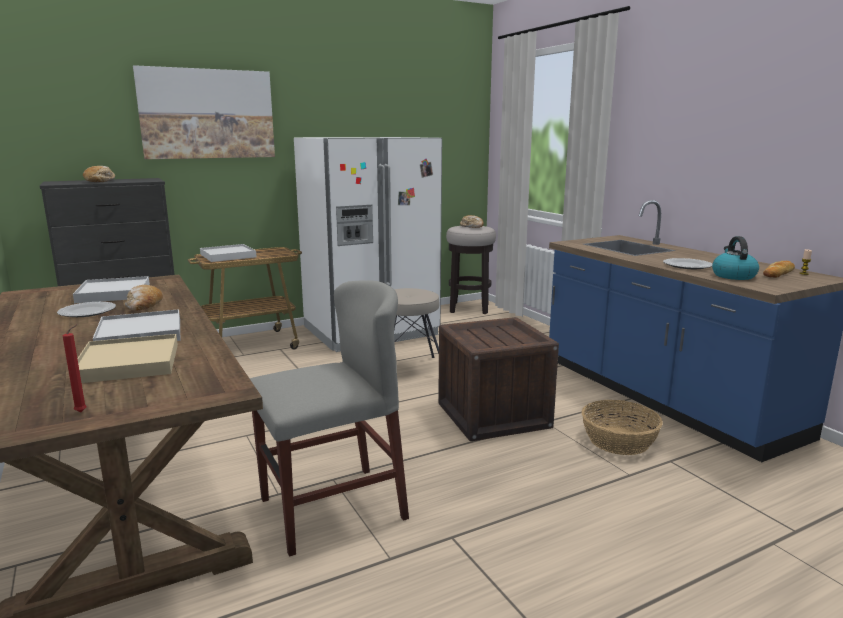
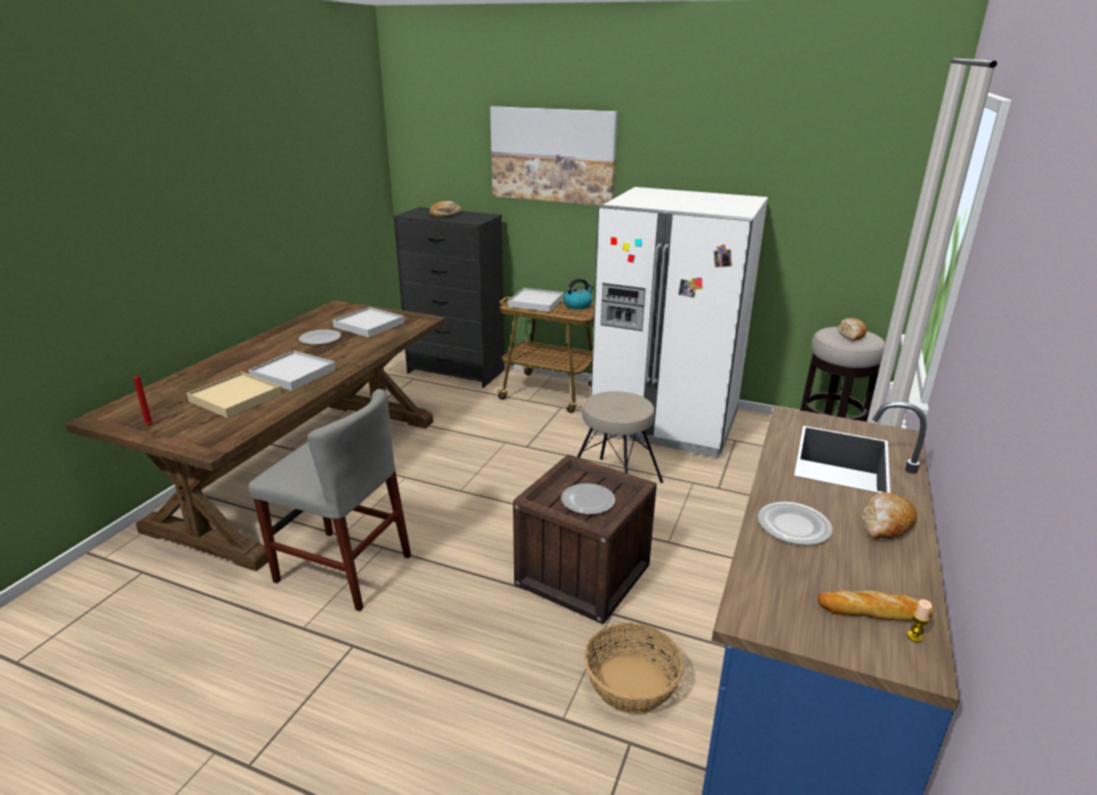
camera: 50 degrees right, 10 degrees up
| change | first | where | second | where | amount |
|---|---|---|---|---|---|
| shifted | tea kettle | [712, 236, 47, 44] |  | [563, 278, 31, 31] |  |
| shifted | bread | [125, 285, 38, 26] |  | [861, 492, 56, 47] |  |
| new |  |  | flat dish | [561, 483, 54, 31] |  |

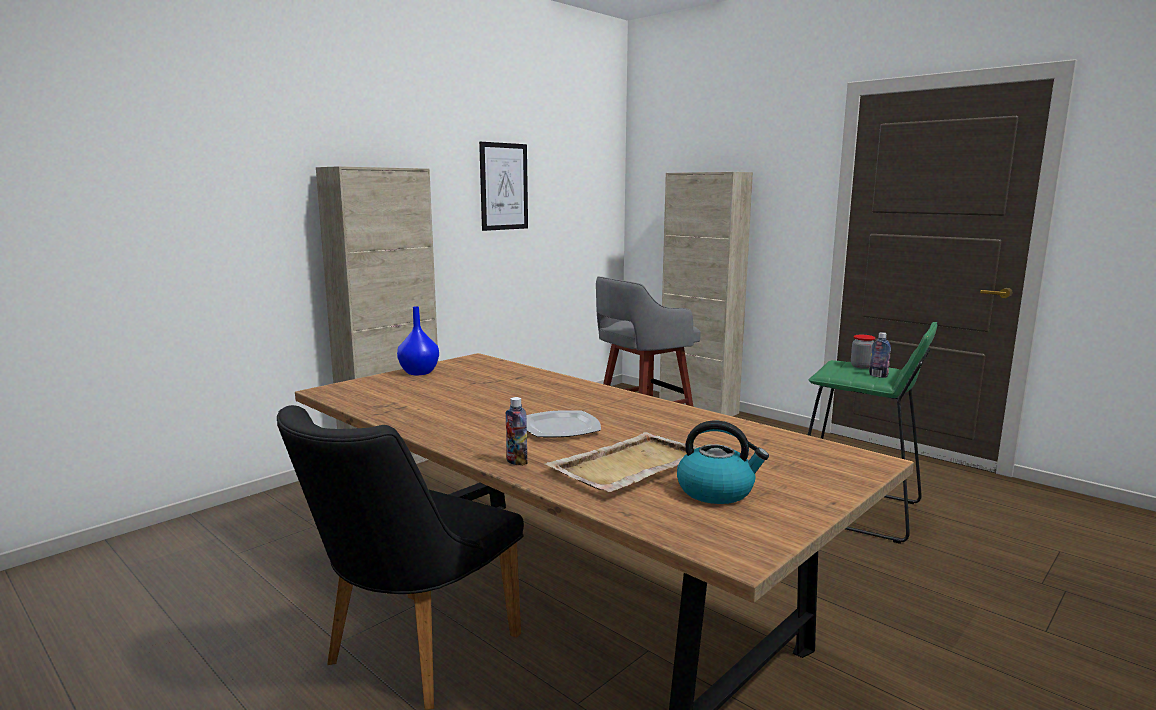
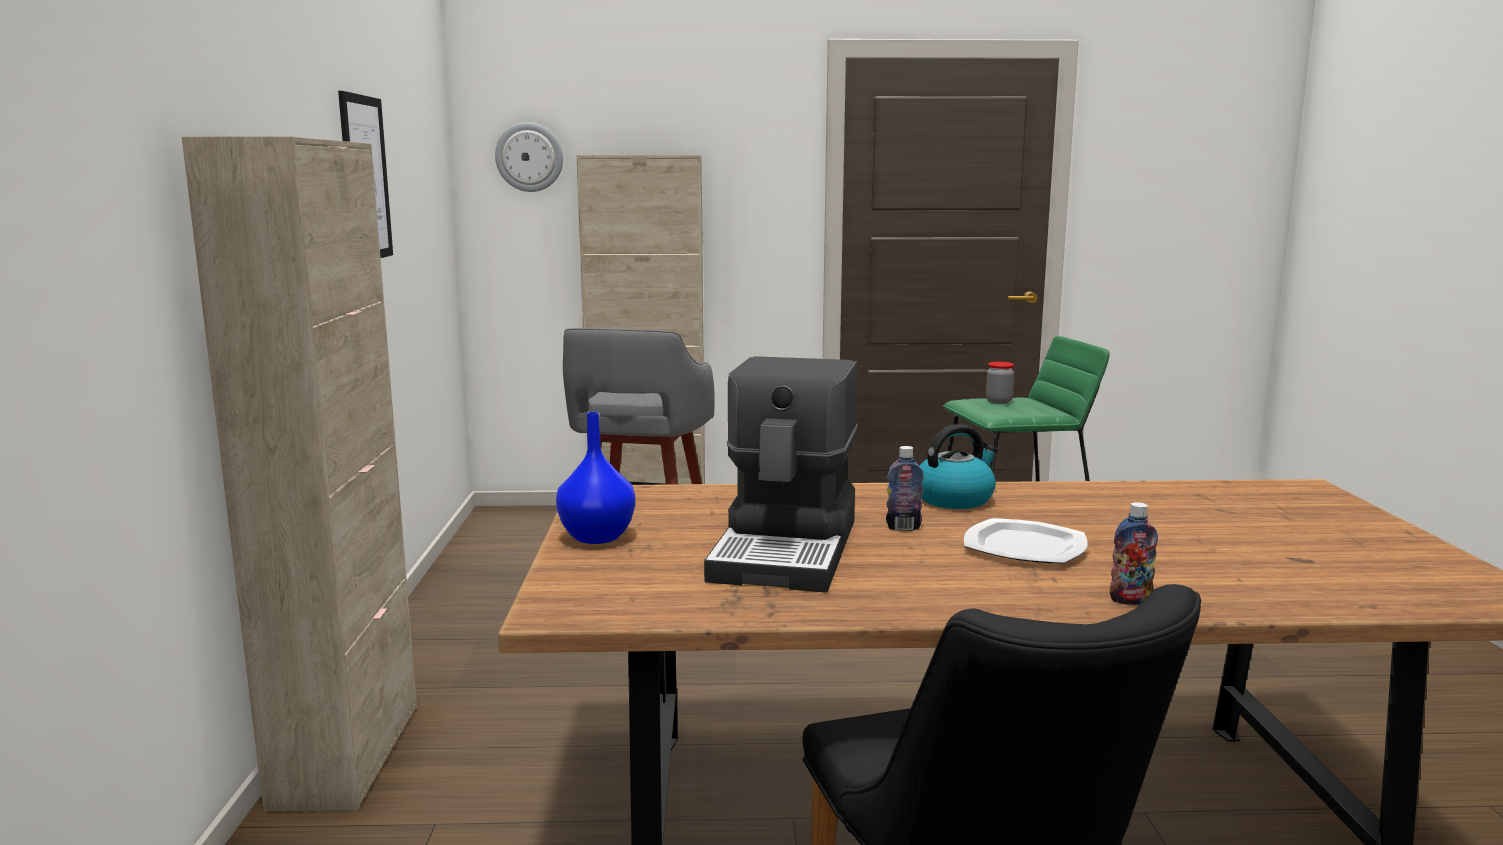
camera: 45 degrees left, 0 degrees up
| change | first | where | second | where | amount |
|---|---|---|---|---|---|
| shifted | beverage bottle | [869, 332, 22, 46] |  | [886, 446, 38, 85] |  |
| shifted | tea kettle | [677, 421, 92, 83] |  | [920, 424, 78, 85] |  |
| gone | sand-coloured carrying tray | [544, 432, 155, 60] |  |  |  |
| new |  |  | wall clock | [495, 122, 68, 70] |  |
| new |  |  | coffee machine | [704, 356, 154, 237] |  |

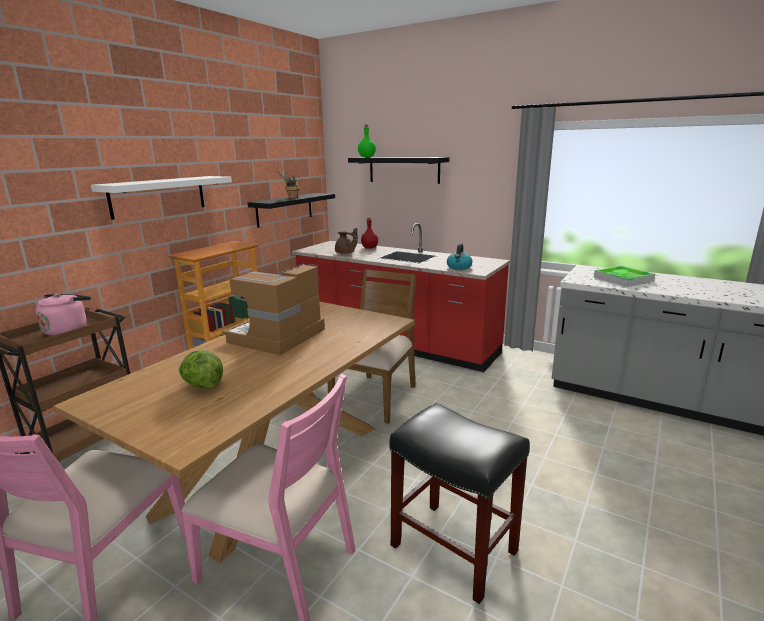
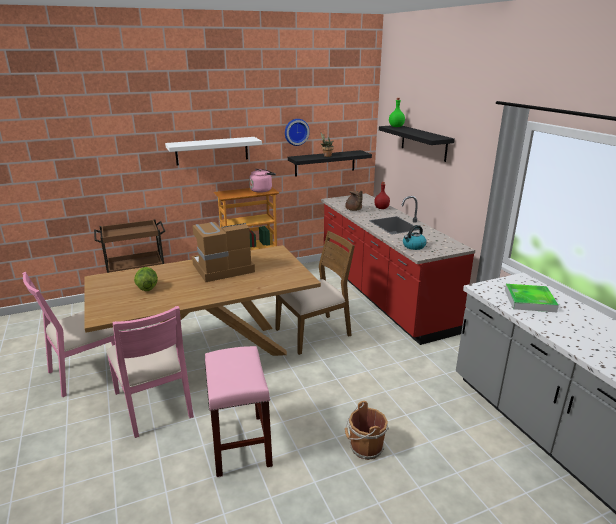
camera: 35 degrees right, 5 degrees up
| change | first | where | second | where | amount |
|---|---|---|---|---|---|
| shifted | pinkish tea kettle | [36, 293, 55, 43] |  | [249, 169, 27, 24] |  |
| repainted | black-coloured stool seat | [390, 403, 140, 201] | pinkish stool seat | [205, 346, 68, 131] |  |
| new |  |  | wall clock | [285, 119, 25, 27] |  |
| new |  |  | brown water bucket | [345, 401, 44, 59] |  |

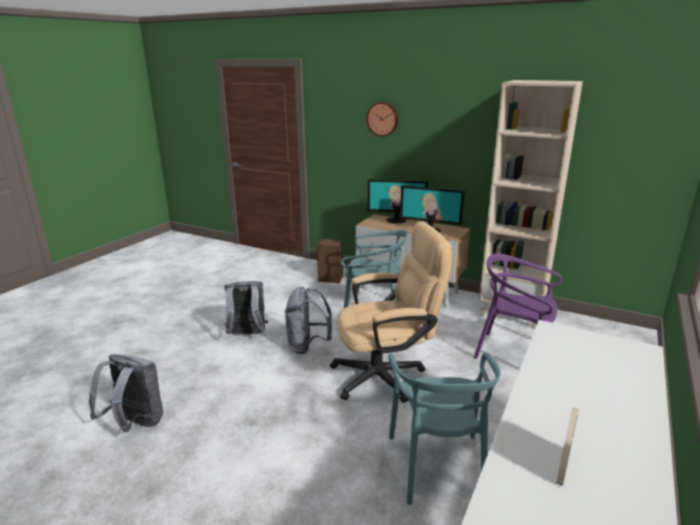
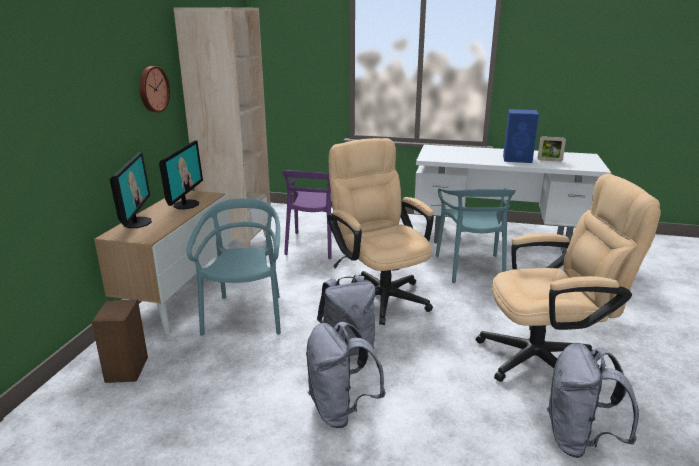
camera: 105 degrees left, 0 degrees up
| change | first | where | second | where | amount |
|---|---|---|---|---|---|
| shifted | wall clock | [366, 102, 32, 35] |  | [139, 66, 31, 47] |  |
| rotated | blue-green plain chair | [388, 352, 113, 153] |  | [436, 188, 80, 95] | 105 degrees clockwise |
| new |  |  | blue loudspeaker | [503, 109, 36, 54] |  |
| new |  |  | sand-coloured desk chair | [476, 174, 185, 208] |  |

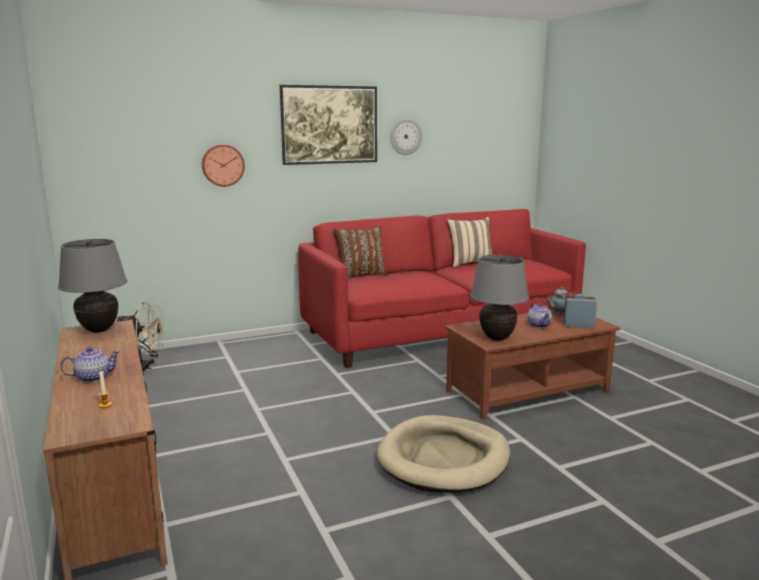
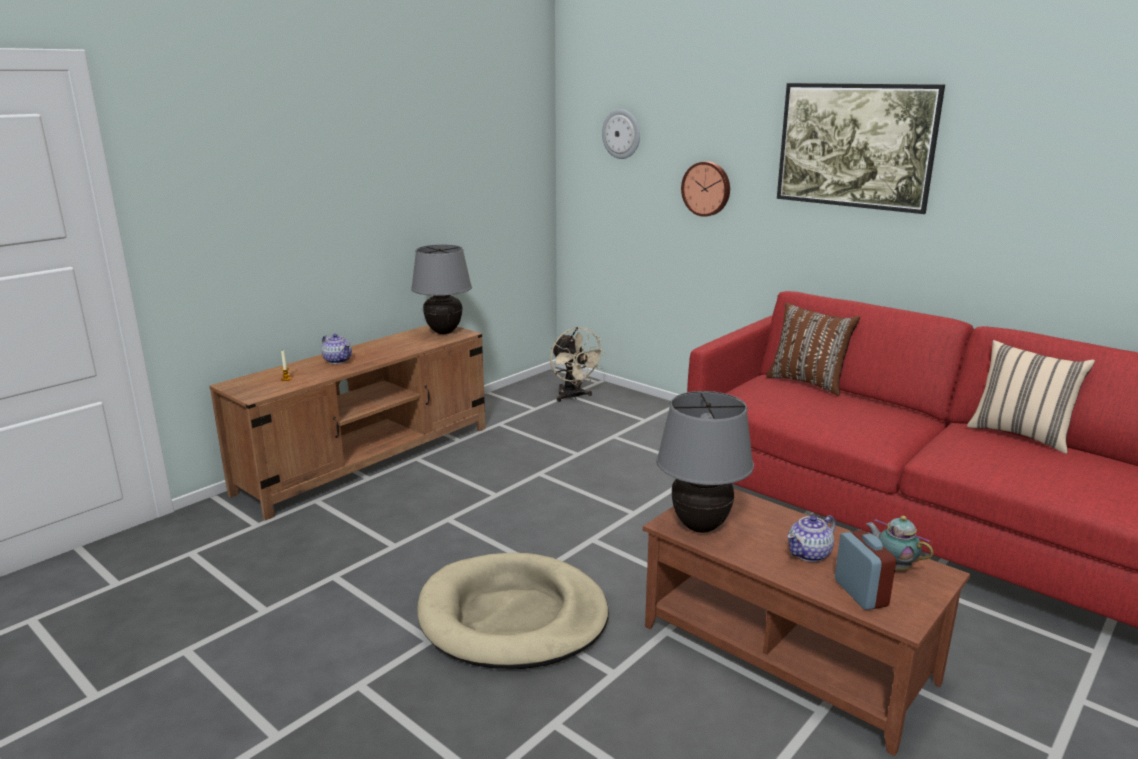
camera: 65 degrees right, 5 degrees up
| change | first | where | second | where | amount |
|---|---|---|---|---|---|
| shifted | wall clock | [390, 118, 32, 37] |  | [602, 109, 38, 50] |  |

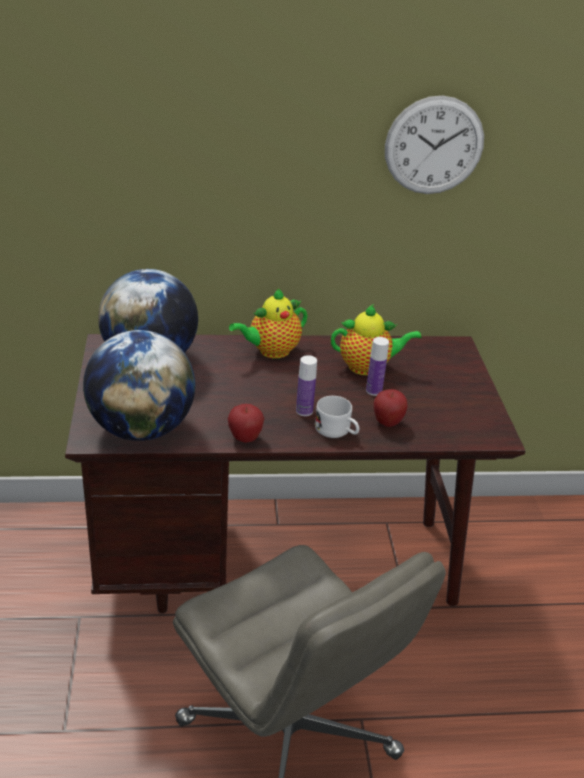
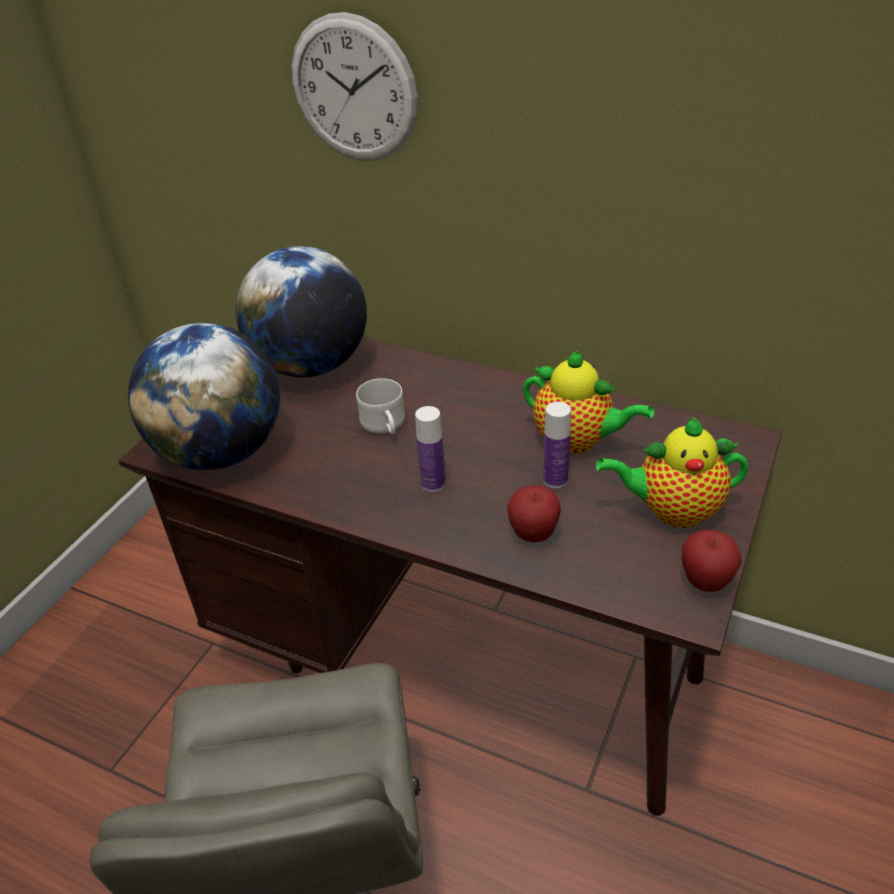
camera: 35 degrees right, 5 degrees up
| change | first | where | second | where | amount |
|---|---|---|---|---|---|
| shifted | wall clock | [385, 95, 99, 99] |  | [291, 12, 127, 149] |  |
| shifted | teapot | [229, 288, 78, 70] |  | [596, 417, 153, 111] |  |
| shifted | whitish mug | [315, 396, 44, 42] |  | [356, 378, 49, 56] |  |
| shifted | apple fruit | [228, 404, 37, 39] |  | [682, 530, 60, 62] |  |

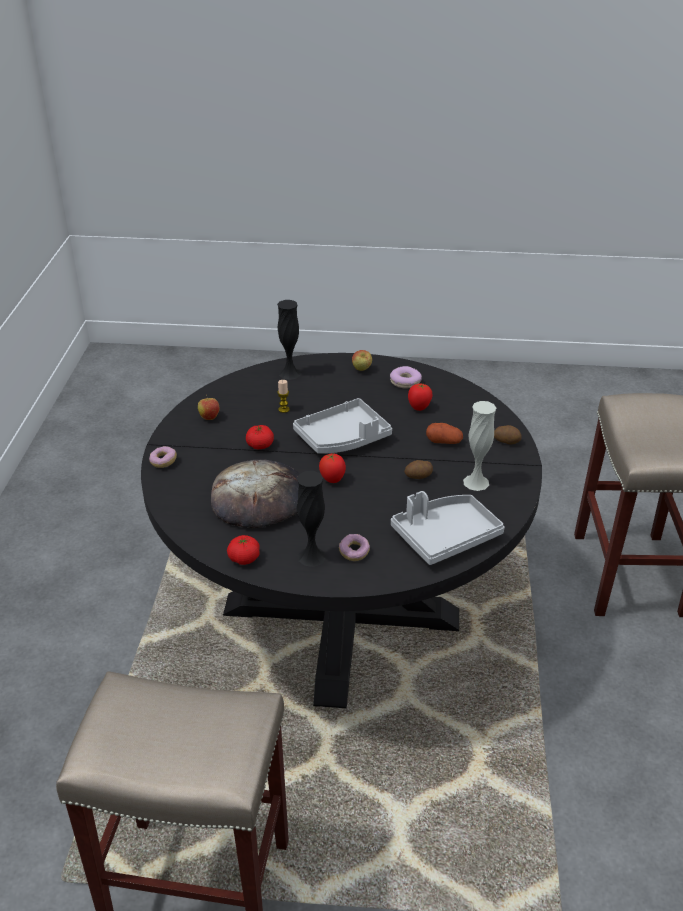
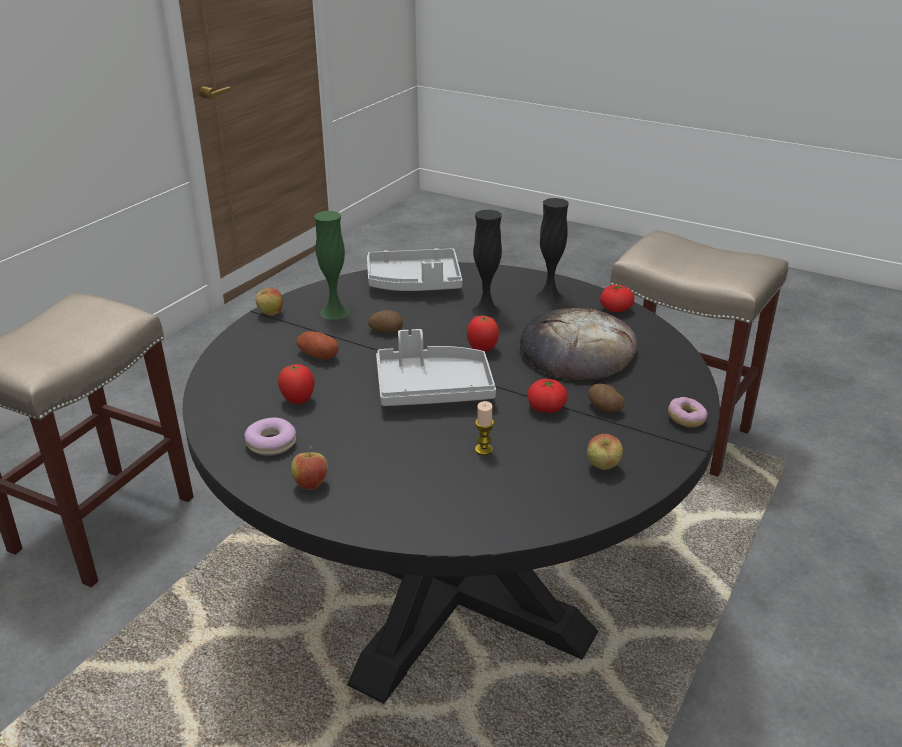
camera: 155 degrees left, 5 degrees down
| change | first | where | second | where | amount |
|---|---|---|---|---|---|
| shifted | black-coloured decorative vase | [277, 300, 24, 80] |  | [471, 210, 31, 108] |  |
| repainted | whitish decorative vase | [463, 401, 33, 90] | greenish decorative vase | [314, 211, 36, 109] |  |
| shifted | spud | [494, 425, 28, 20] |  | [588, 384, 37, 29] |  |
| gone | ring doughnut | [339, 534, 31, 27] |  |  |  |
| new |  |  | apple fruit | [256, 287, 27, 29] |  |

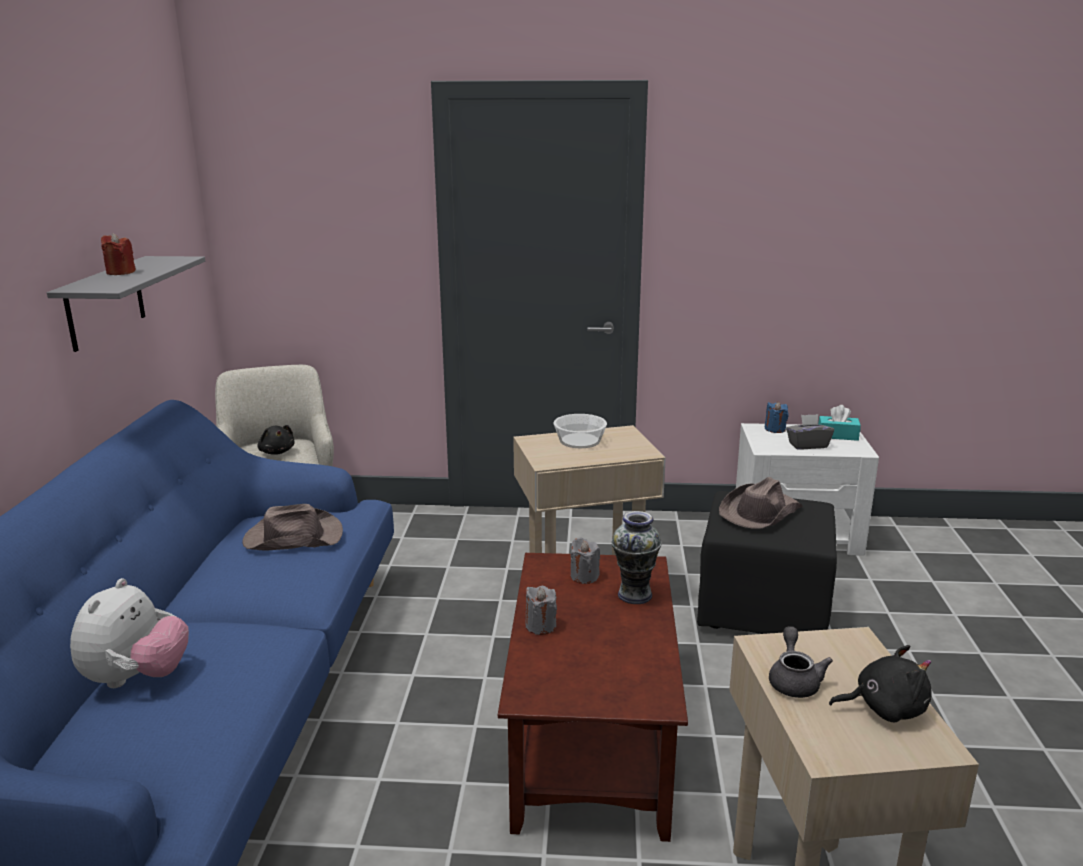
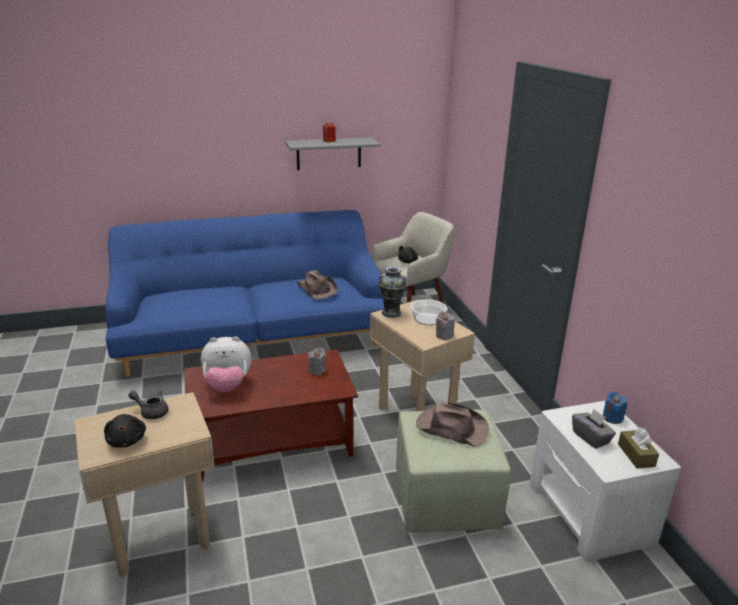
camera: 70 degrees right, 5 degrees up
| change | first | where | second | where | amount |
|---|---|---|---|---|---|
| repainted | blue-green box of tissues | [818, 405, 43, 36] | brown box of tissues | [618, 427, 41, 42] |  |
| repainted | black-coloured pouffe | [697, 491, 140, 143] | greenish pouffe | [396, 409, 115, 124] |  |
| shifted | decorative vase | [612, 511, 49, 93] |  | [378, 266, 28, 52] |  |
| shifted | cuddly toy | [70, 578, 119, 110] |  | [201, 336, 50, 57] |  |
| shifted | grey wax candle | [525, 586, 32, 49] |  | [436, 312, 19, 28] |  |
| rotated | grey teapot | [769, 626, 64, 72] |  | [128, 390, 40, 29] | 150 degrees counterclockwise |

